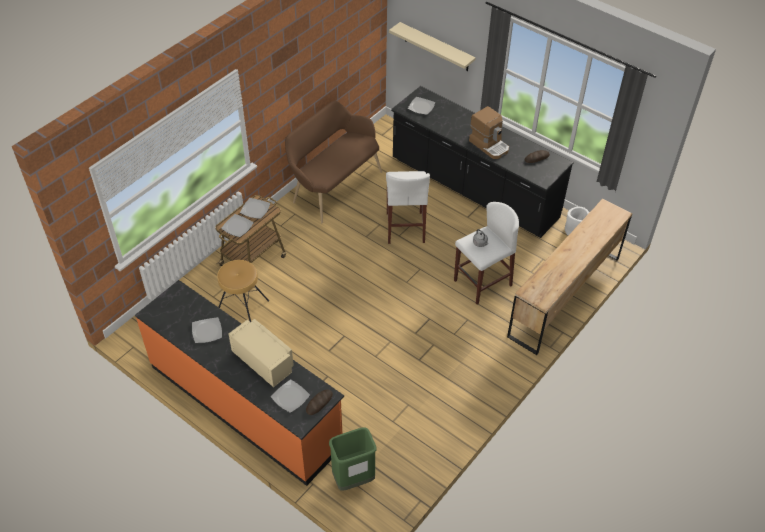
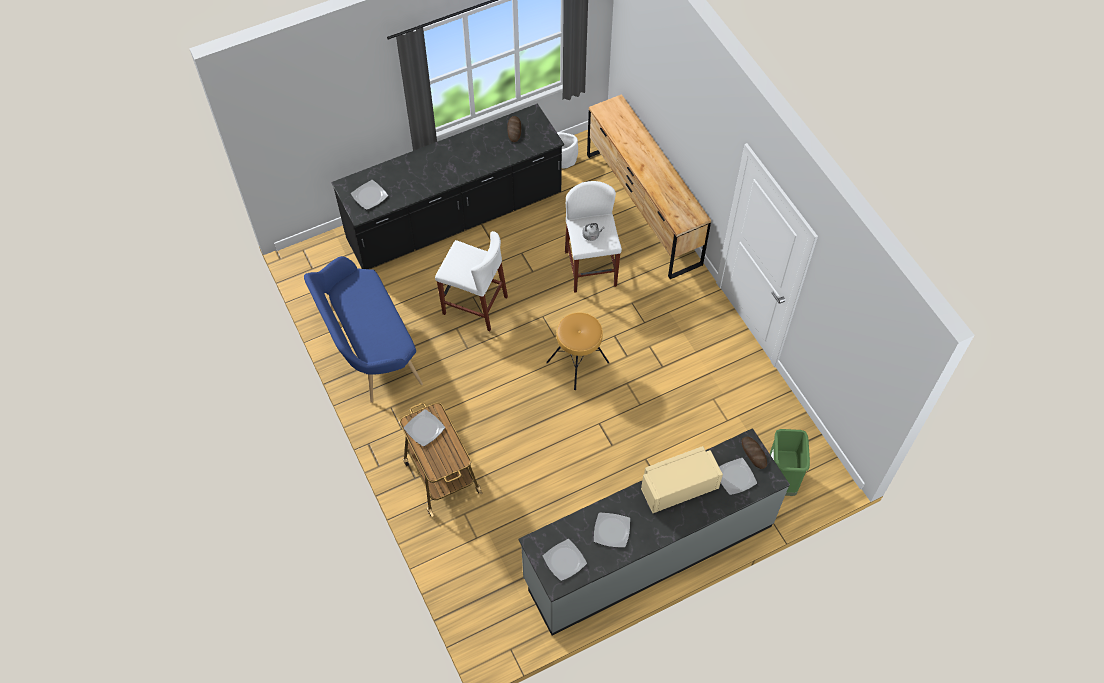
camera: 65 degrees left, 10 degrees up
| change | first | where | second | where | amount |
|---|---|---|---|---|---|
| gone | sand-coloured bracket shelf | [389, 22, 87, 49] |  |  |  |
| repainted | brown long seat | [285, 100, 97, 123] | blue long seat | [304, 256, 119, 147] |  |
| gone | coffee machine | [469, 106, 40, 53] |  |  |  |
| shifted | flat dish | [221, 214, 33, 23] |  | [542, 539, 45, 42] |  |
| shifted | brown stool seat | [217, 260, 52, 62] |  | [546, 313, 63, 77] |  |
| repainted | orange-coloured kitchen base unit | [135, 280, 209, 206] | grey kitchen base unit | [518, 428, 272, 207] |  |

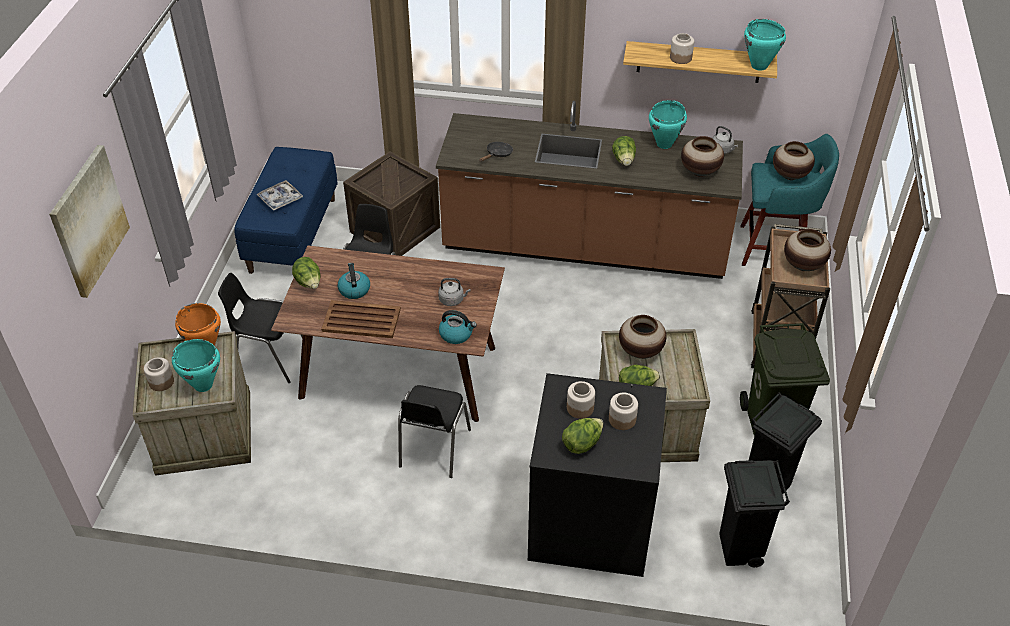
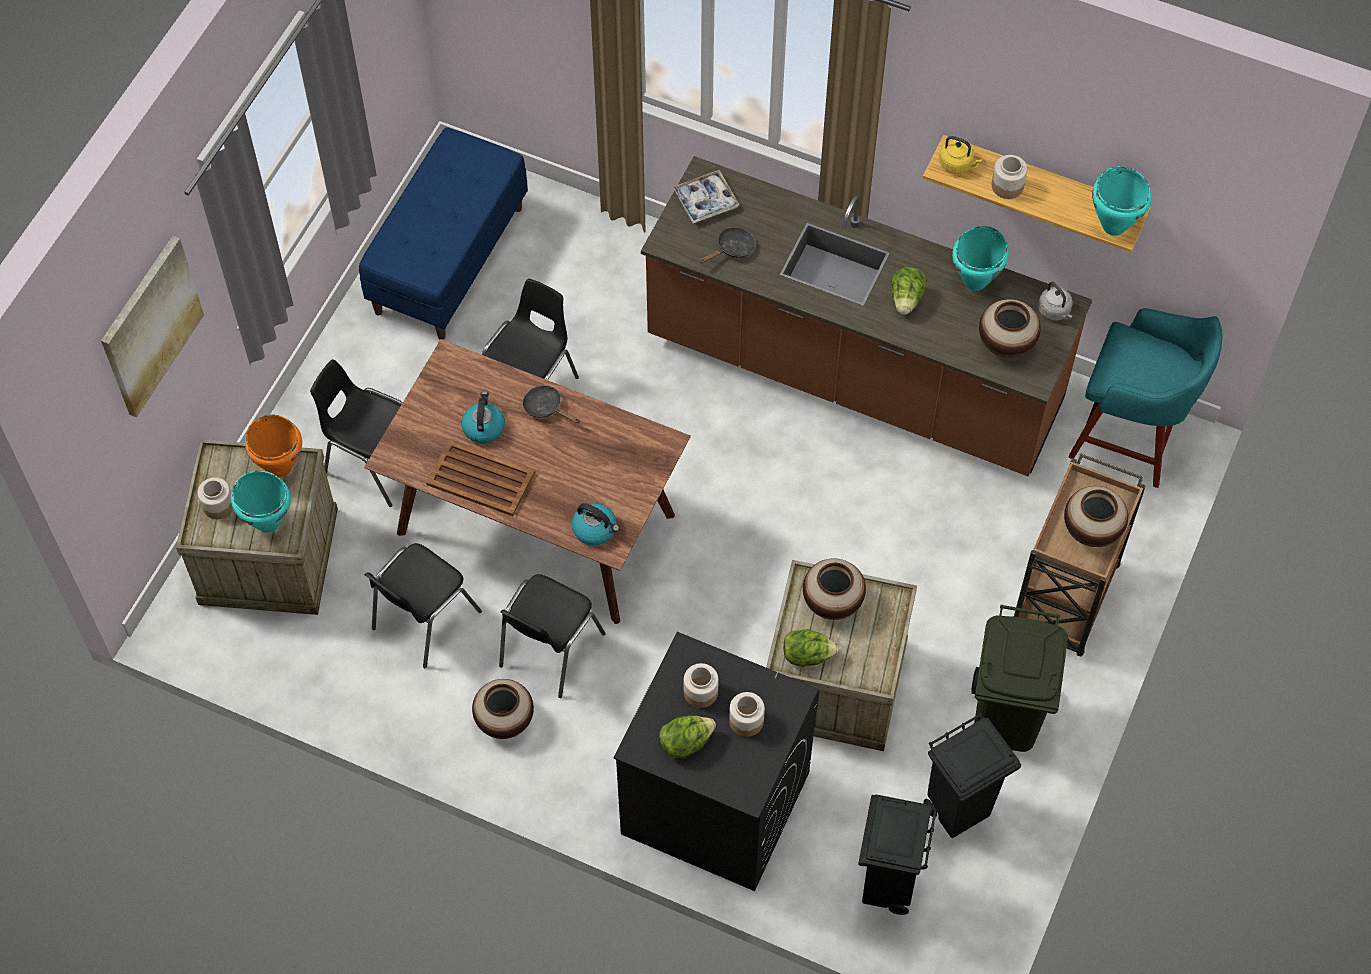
camera: 15 degrees right, 15 degrees up
| change | first | where | second | where | amount |
|---|---|---|---|---|---|
| shifted | decorative vase | [773, 141, 42, 39] |  | [472, 679, 62, 60] |  |
| gone | crate | [343, 151, 97, 105] |  |  |  |
| shifted | carrying tray | [256, 180, 47, 31] |  | [672, 170, 67, 53] |  |
| gone | head of lettuce | [292, 257, 29, 32] |  |  |  |
| gone | grey tea kettle | [438, 278, 33, 28] |  |  |  |
| new |  |  | yellow-coloured tea kettle | [939, 136, 43, 38] |  |
| new |  |  | black-coloured frying pan | [523, 385, 57, 38] |  |
| new |  |  | black-coloured plain chair | [365, 543, 117, 125] |  |

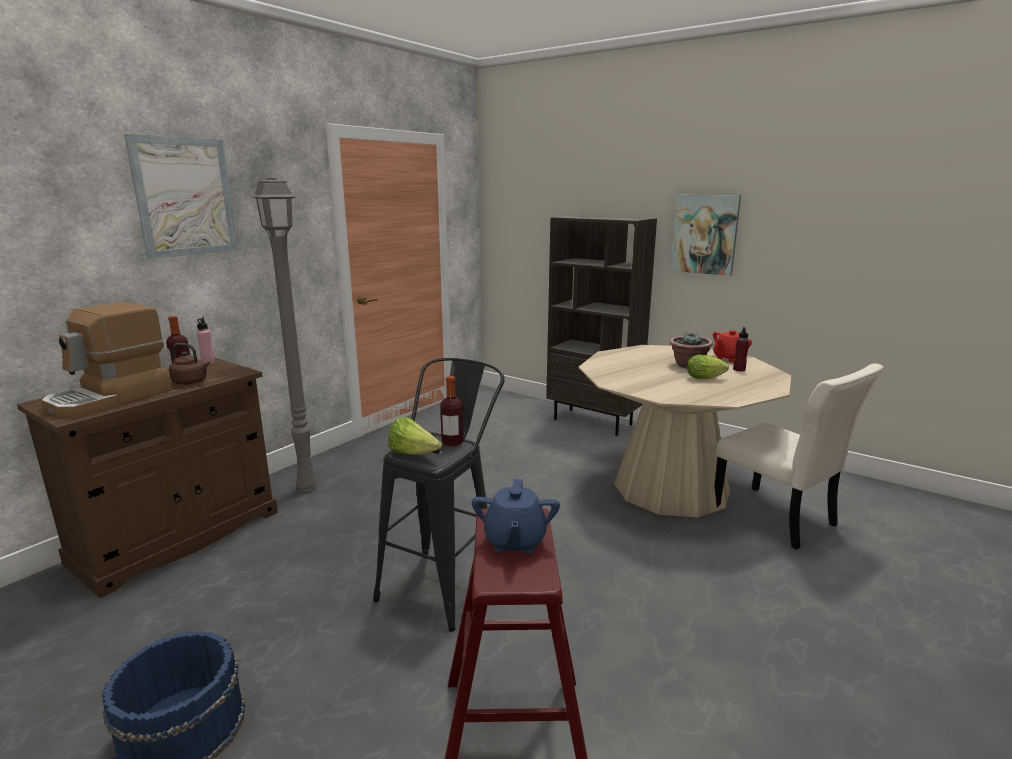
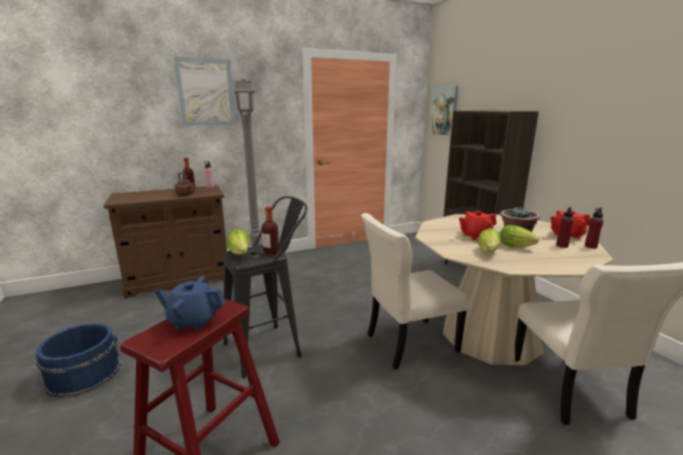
camera: 30 degrees right, 0 degrees up
| change | first | where | second | where | amount |
|---|---|---|---|---|---|
| shifted | wall picture | [671, 195, 70, 81] |  | [428, 86, 30, 50] |  |
| gone | coffee machine | [41, 302, 131, 116] |  |  |  |
| rotated | blue teapot | [472, 479, 88, 75] |  | [154, 276, 72, 54] | 60 degrees clockwise |
| new |  |  | reddish beverage bottle | [585, 208, 18, 41] |  |
| new |  |  | reddish teapot | [459, 211, 38, 29] |  |
| new |  |  | sand-coloured plain chair | [361, 213, 108, 157] |  |
| new |  |  | head of lettuce | [478, 228, 23, 25] |  |

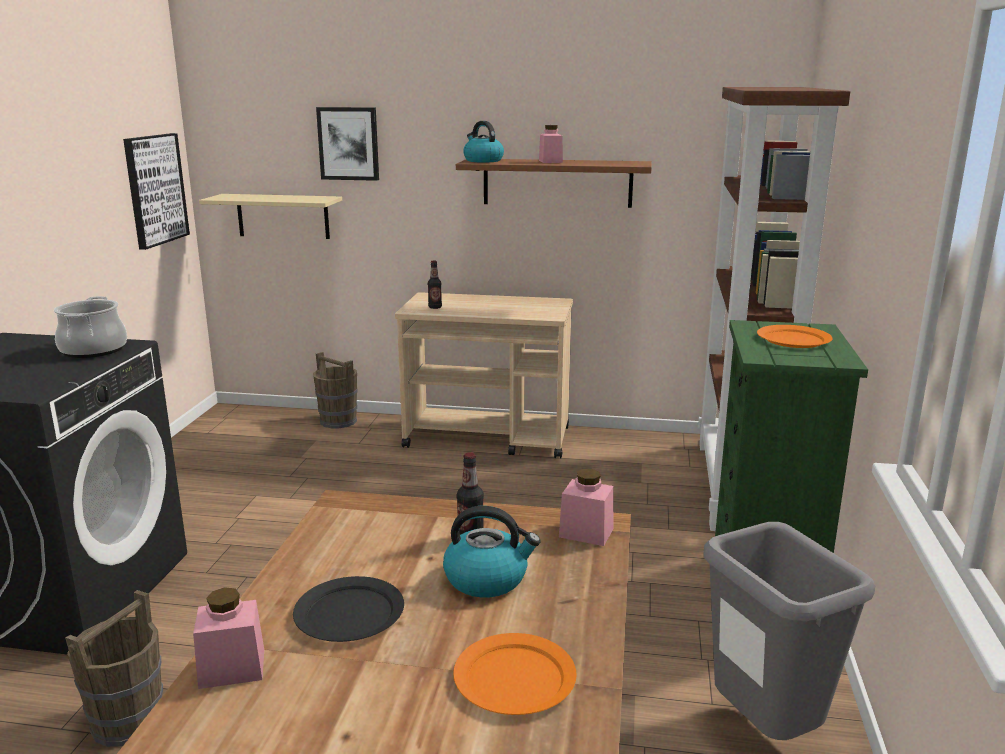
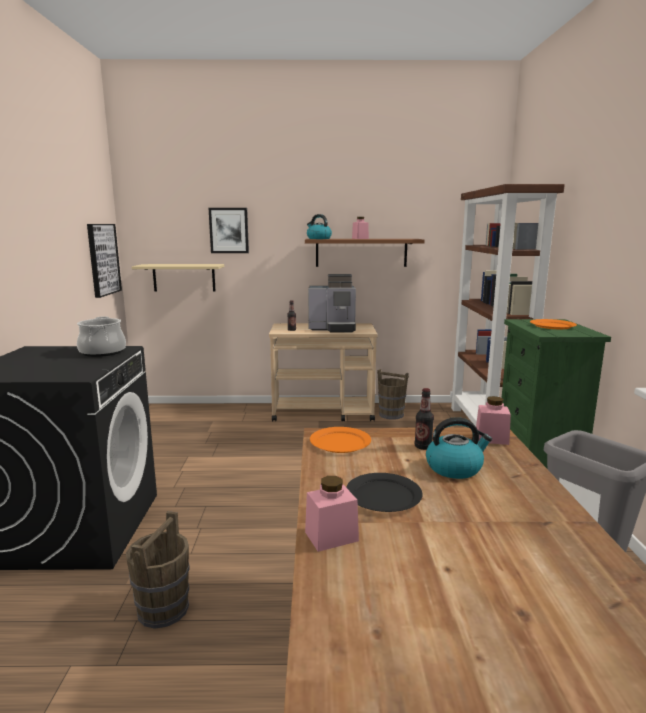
camera: 10 degrees left, 5 degrees down
| change | first | where | second | where | amount |
|---|---|---|---|---|---|
| shifted | brown water bucket | [313, 352, 45, 76] |  | [377, 369, 32, 51] |  |
| shifted | orange-coloured flat dish | [453, 633, 124, 82] |  | [310, 427, 61, 26] |  |
| new |  |  | coffee machine | [308, 274, 48, 58] |  |

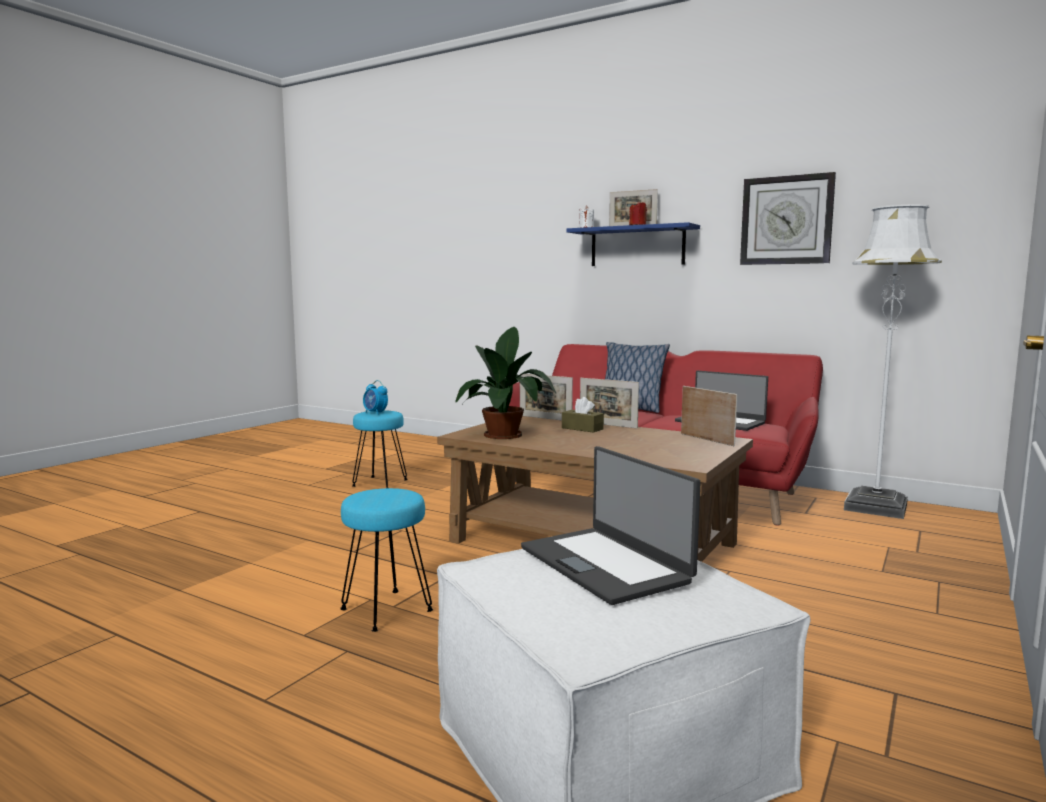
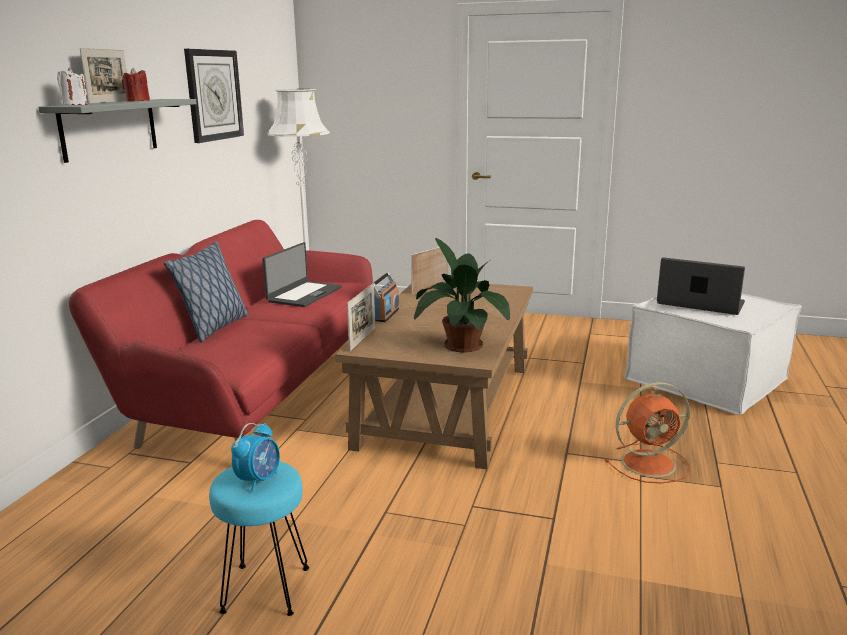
camera: 105 degrees left, 10 degrees up
| change | first | where | second | where | amount |
|---|---|---|---|---|---|
| repainted | blue bracket shelf | [566, 222, 134, 44] | grey bracket shelf | [38, 99, 159, 64] |  |
| swapped | standing frame | [580, 378, 59, 50] | radio receiver | [374, 272, 25, 50] |  |
| gone | brown box of tissues | [562, 397, 42, 36] |  |  |  |
| rotated | notebook computer | [521, 446, 180, 159] |  | [657, 257, 88, 58] | 105 degrees counterclockwise |
| swapped | blue-green stool seat | [340, 488, 93, 144] | orange-coloured electric fan | [604, 382, 87, 101] |  |

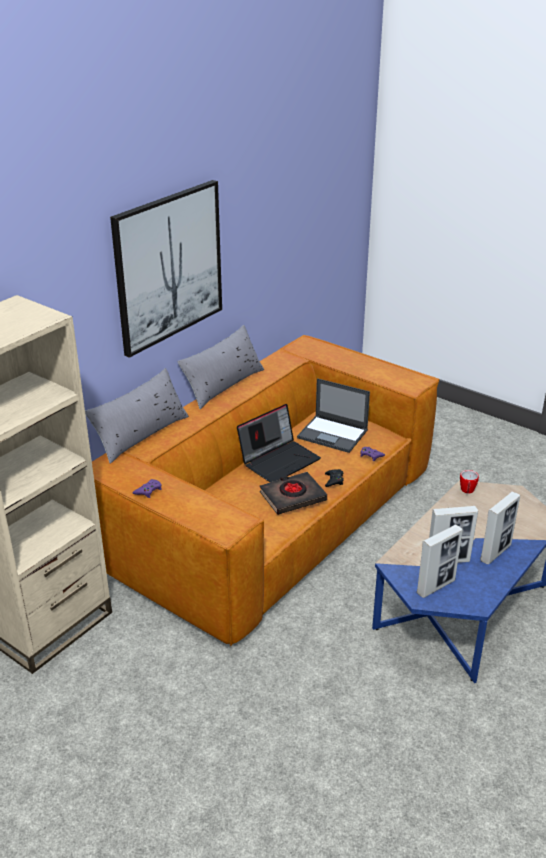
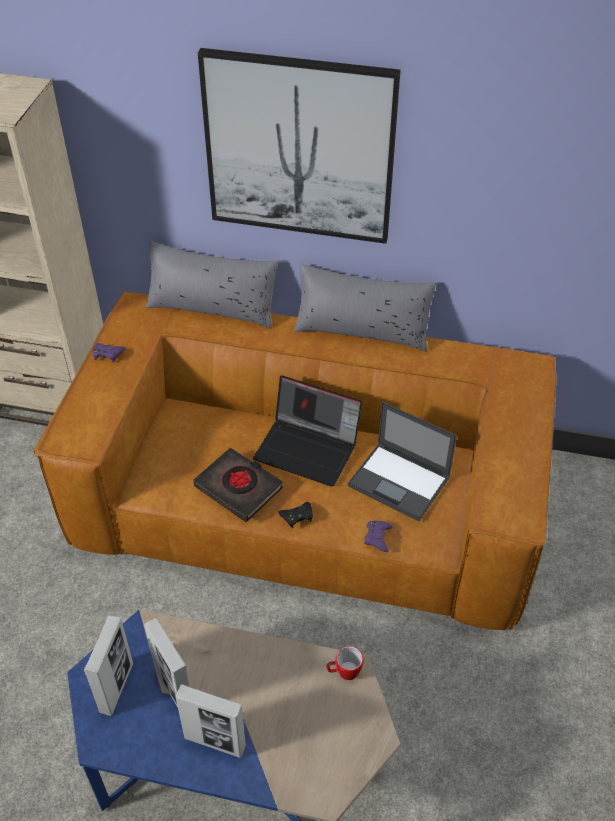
camera: 65 degrees right, 15 degrees up
| change | first | where | second | where | amount |
|---|---|---|---|---|---|
| rotated | notebook computer | [297, 378, 73, 75] |  | [347, 402, 110, 119] | 60 degrees counterclockwise |
| rotated | standing frame | [417, 524, 45, 74] |  | [84, 615, 49, 101] | 105 degrees counterclockwise |

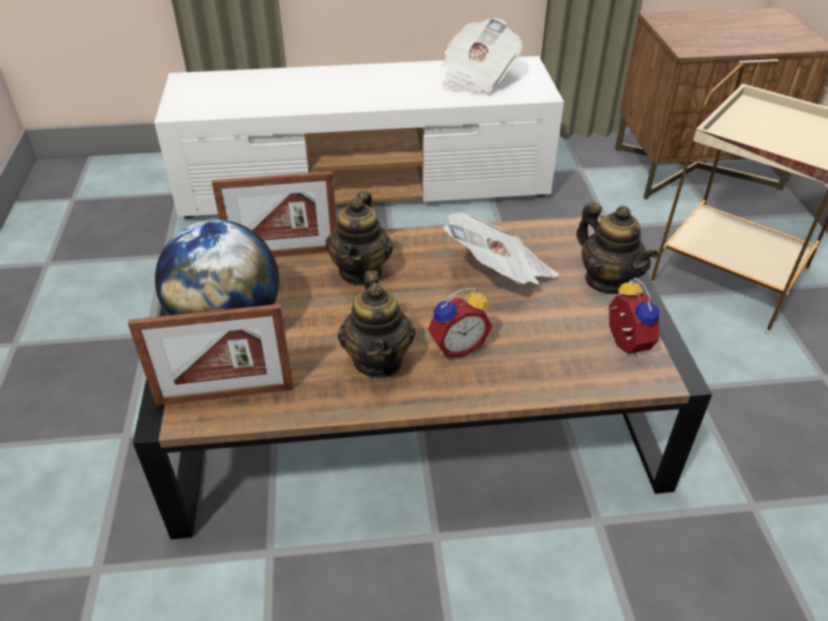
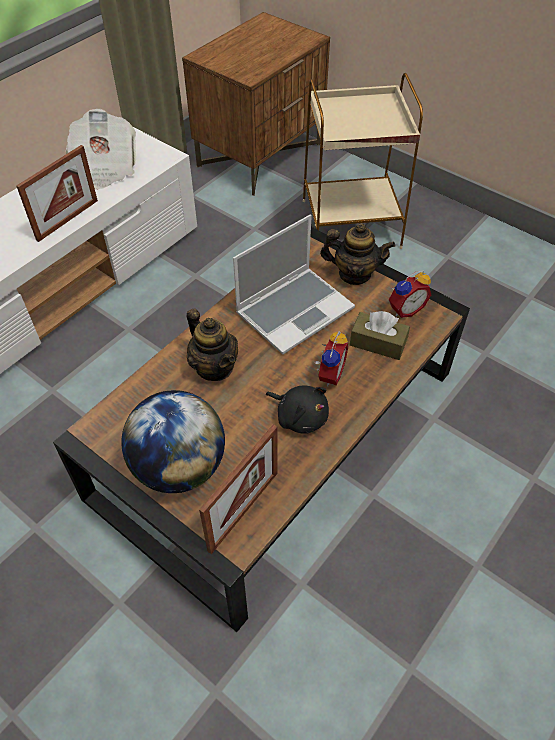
camera: 45 degrees left, 10 degrees up
| change | first | where | second | where | amount |
|---|---|---|---|---|---|
| shifted | standing frame | [212, 171, 125, 86] |  | [16, 145, 82, 97] |  |
| swapped | newspaper | [443, 212, 116, 73] | notebook computer | [233, 215, 122, 140] |  |
| swapped | teapot | [338, 271, 78, 107] | black-coloured cuddly toy | [266, 385, 63, 49] |  |
| rotated | bedside clock | [607, 278, 52, 79] |  | [389, 270, 42, 48] | 120 degrees clockwise |
| new |  |  | brown box of tissues | [350, 311, 60, 49] |  |

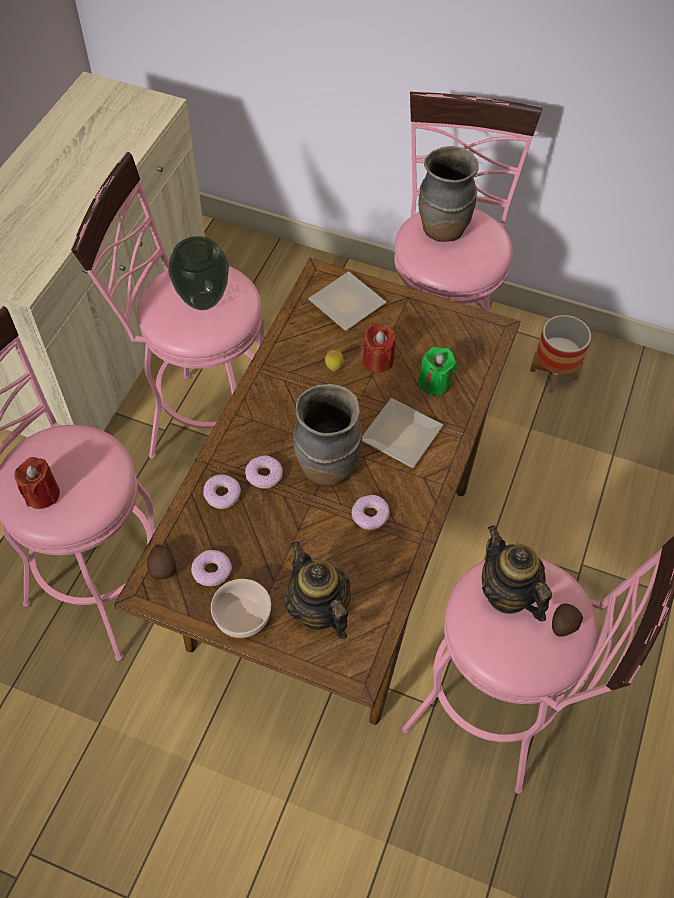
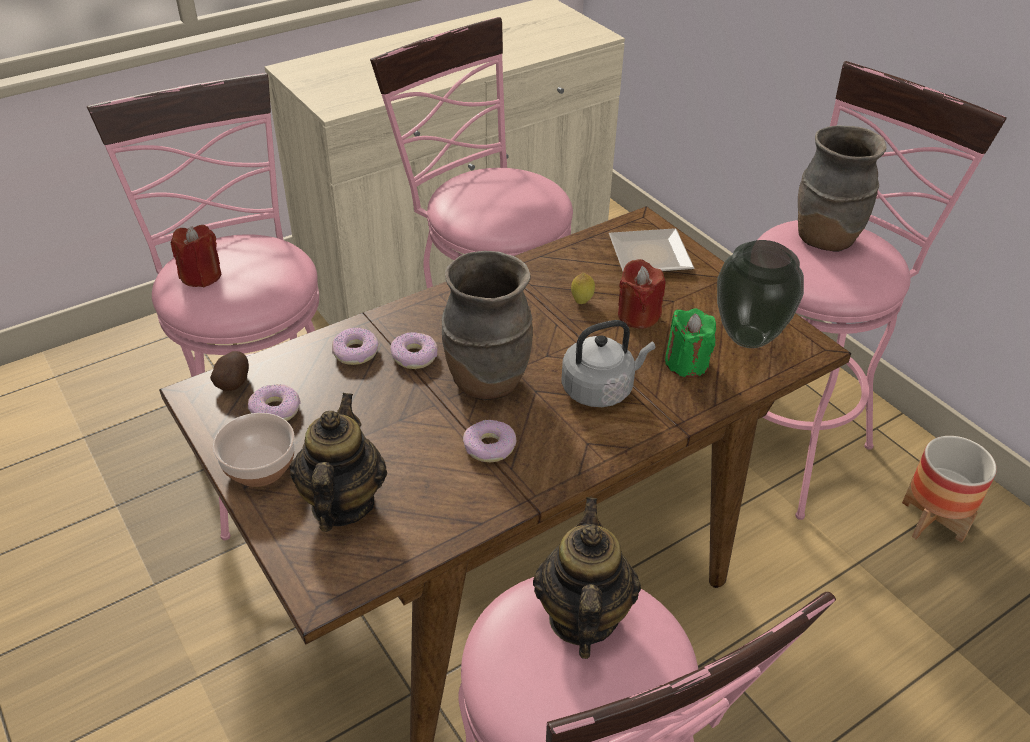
camera: 35 degrees right, 15 degrees down
| change | first | where | second | where | amount |
|---|---|---|---|---|---|
| shifted | decorative vase | [168, 236, 61, 74] |  | [717, 240, 87, 108] |  |
| swapped | flat dish | [362, 398, 81, 70] | grey tea kettle | [561, 320, 94, 87] |  |
| gone | spud | [552, 604, 31, 33] |  |  |  |

